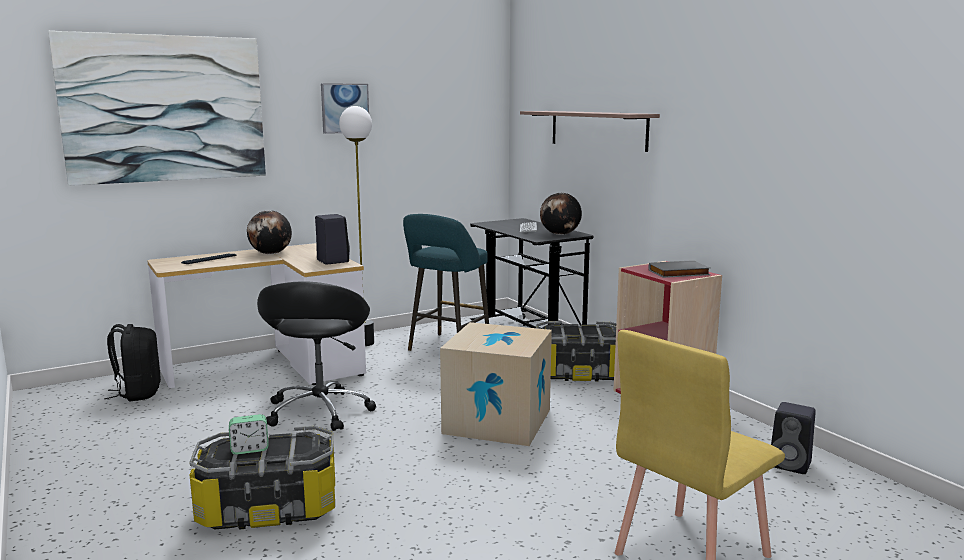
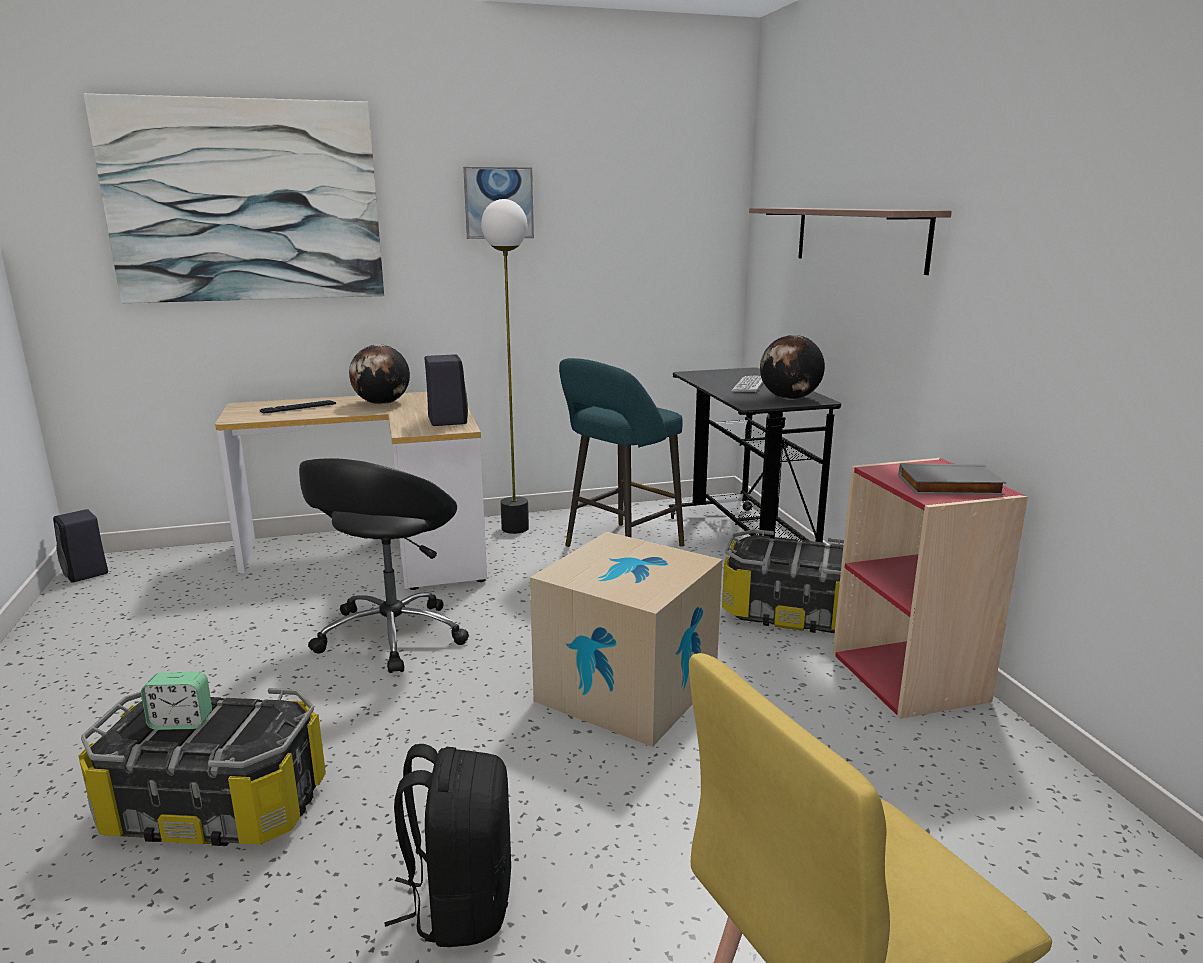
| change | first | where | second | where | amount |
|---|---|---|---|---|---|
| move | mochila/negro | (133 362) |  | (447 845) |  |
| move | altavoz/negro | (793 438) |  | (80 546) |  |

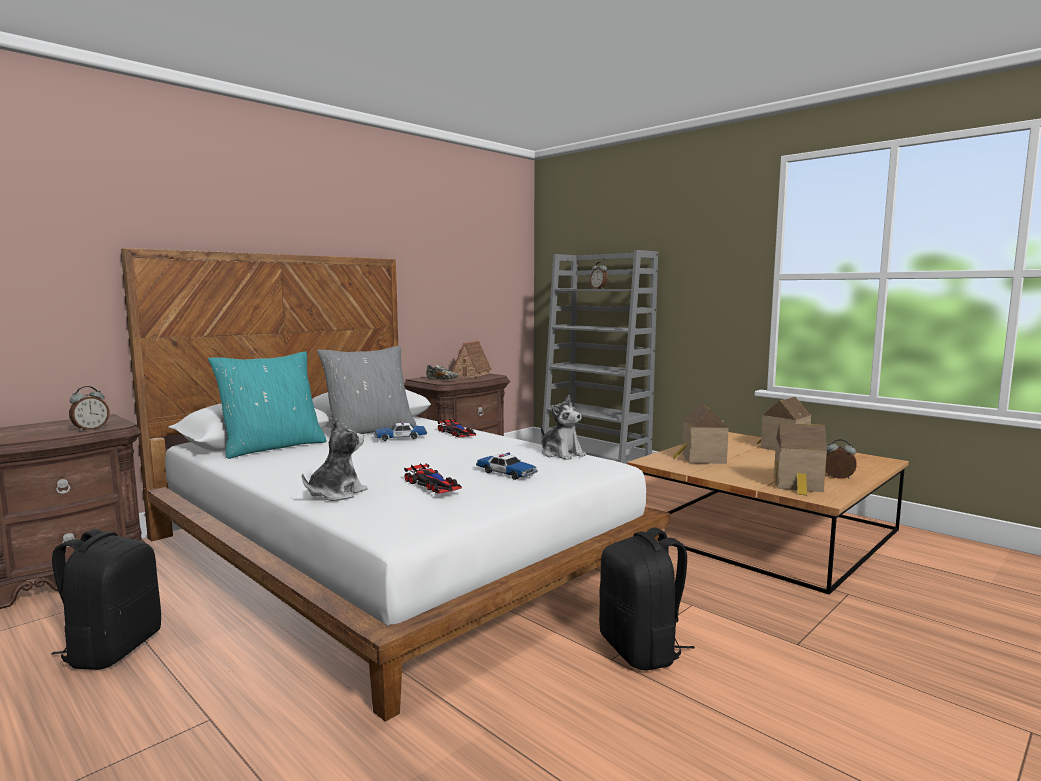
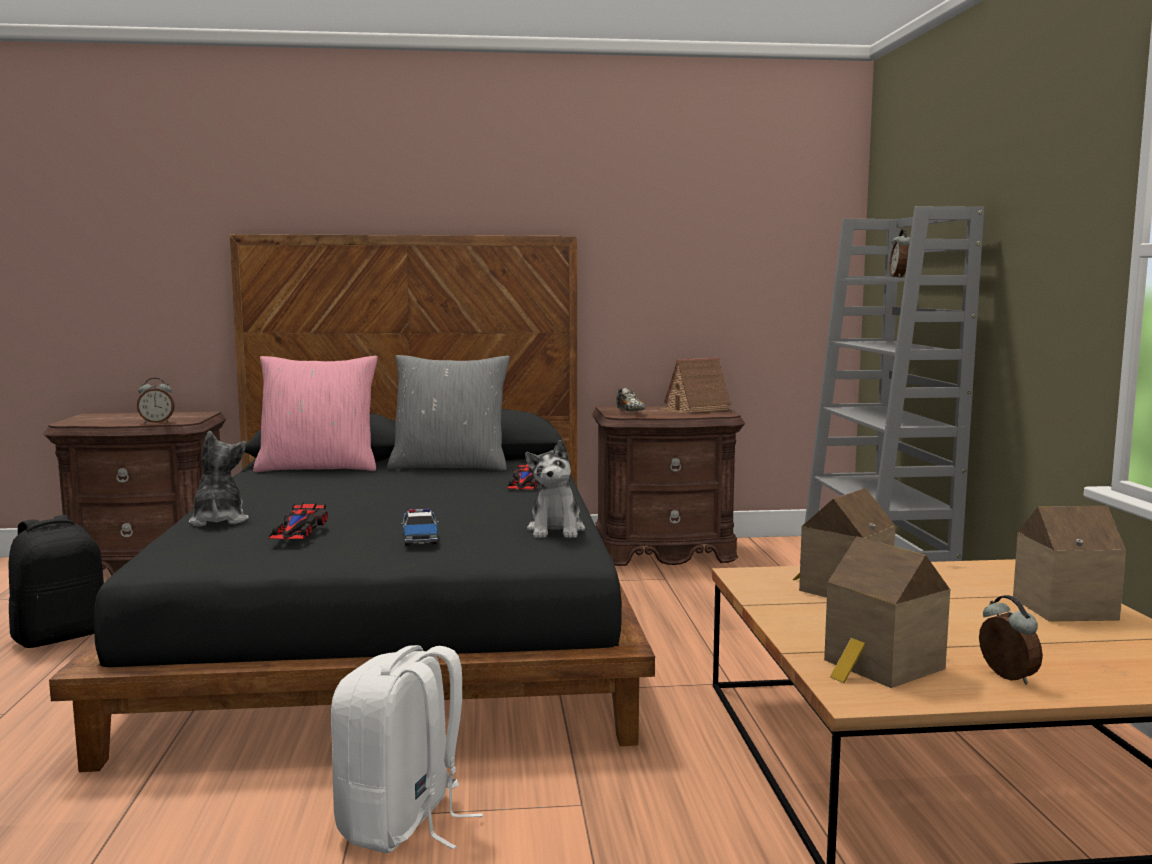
| change | first | where | second | where | amount |
|---|---|---|---|---|---|
| recolor | cama/blanco | (395 485) | cama/negro | (352 503) |  |
| recolor | cojín/turquesa | (267 405) | cojín/rosa | (315 414) |  |
| rotate | peluche | (335 459) |  | (219 479) | 90 degrees counterclockwise |
| delete | coche de juguete | (400 431) |  |  |  |
| recolor | mochila/negro | (647 599) | mochila/blanco | (407 749) |  |

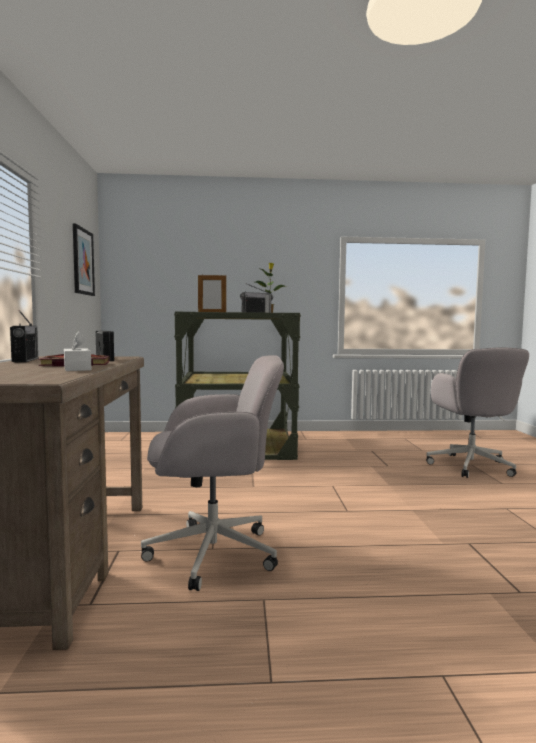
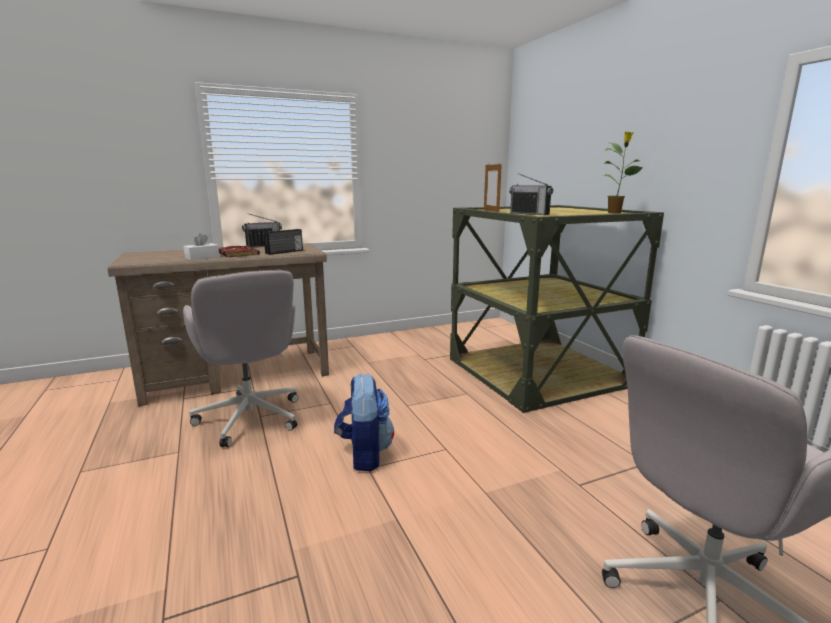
| change | first | where | second | where | amount |
|---|---|---|---|---|---|
| delete | cuadro | (84 259) |  |  |  |
| insert |  |  | mochila | (364 422) |  |

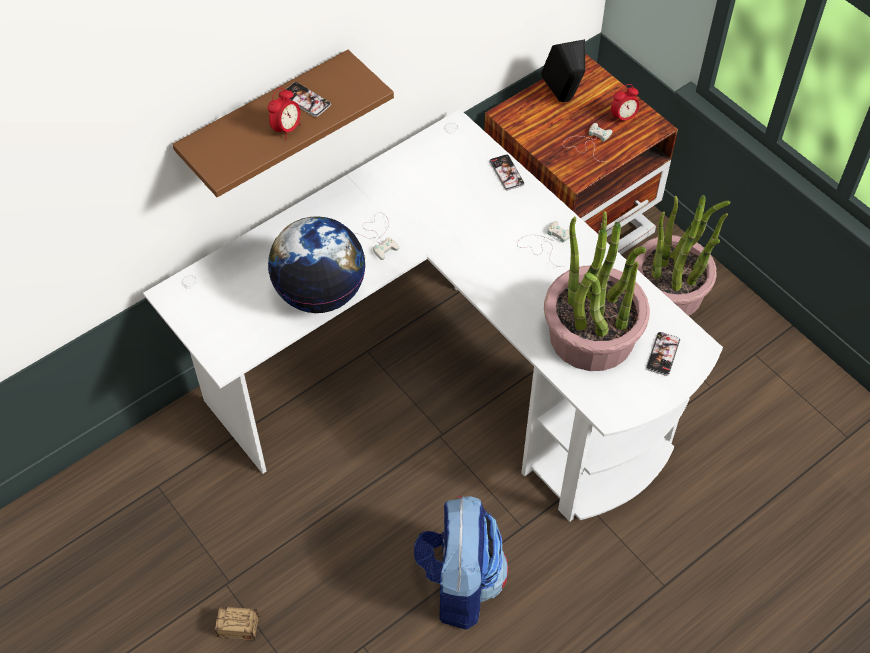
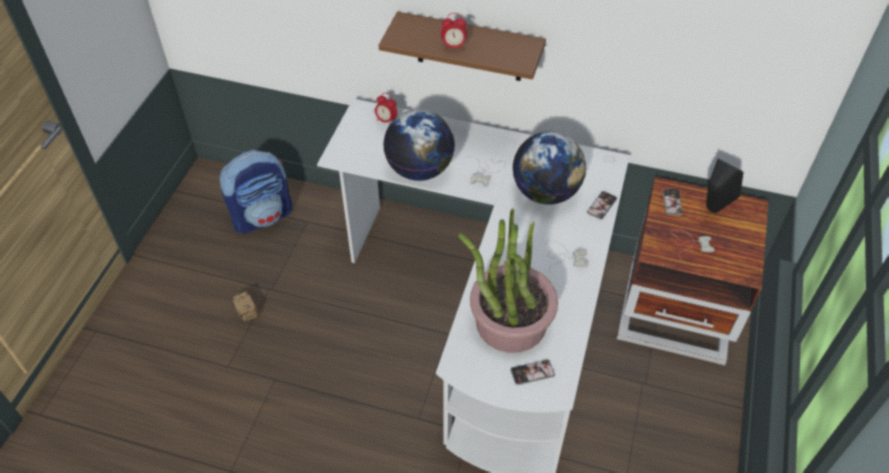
| change | first | where | second | where | amount |
|---|---|---|---|---|---|
| move | móvil | (308 99) |  | (672 202) |  |
| move | mochila | (461 563) |  | (256 191) |  |
| move | despertador | (625 104) |  | (386 109) |  |
| delete | planta en maceta | (682 255) |  |  |  |
| insert |  |  | globo terráqueo | (549 168) |  |

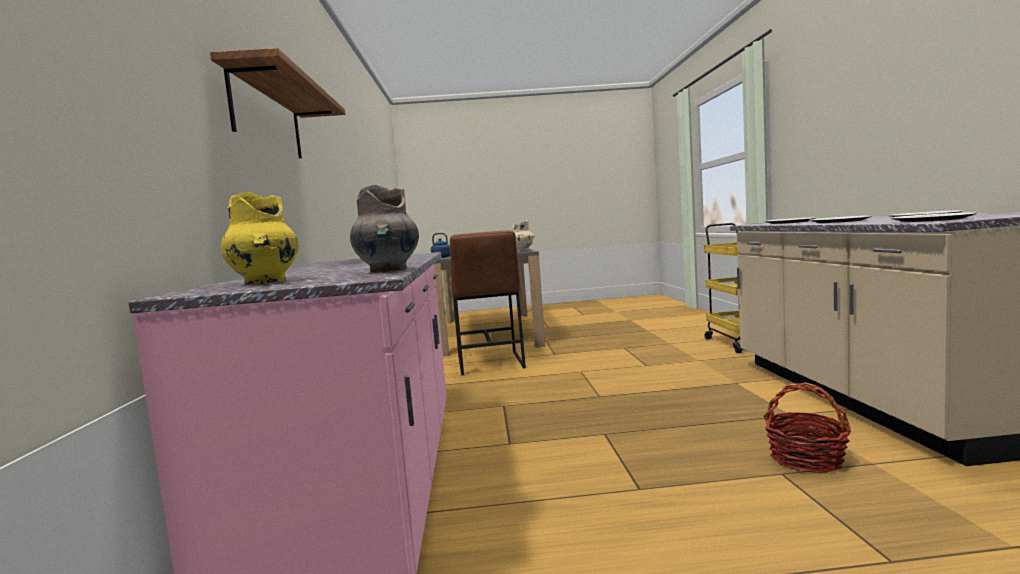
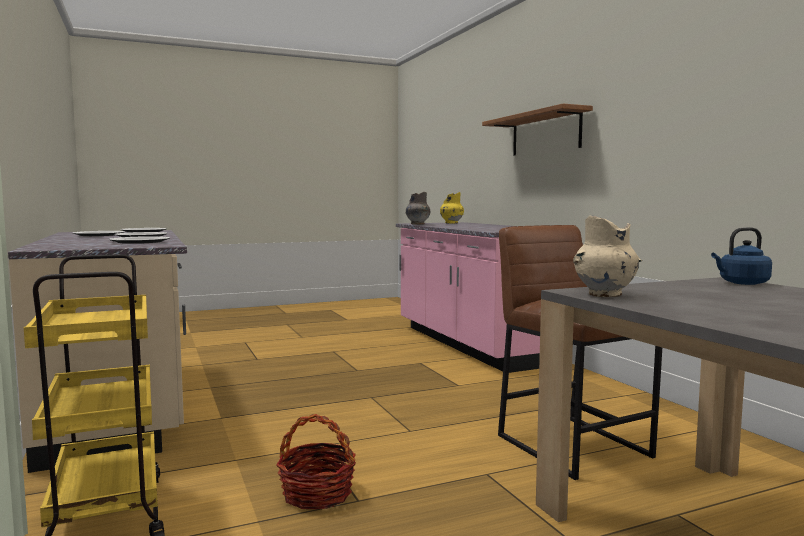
| change | first | where | second | where | amount |
|---|---|---|---|---|---|
| move | cesta | (807 427) |  | (316 461) |  |

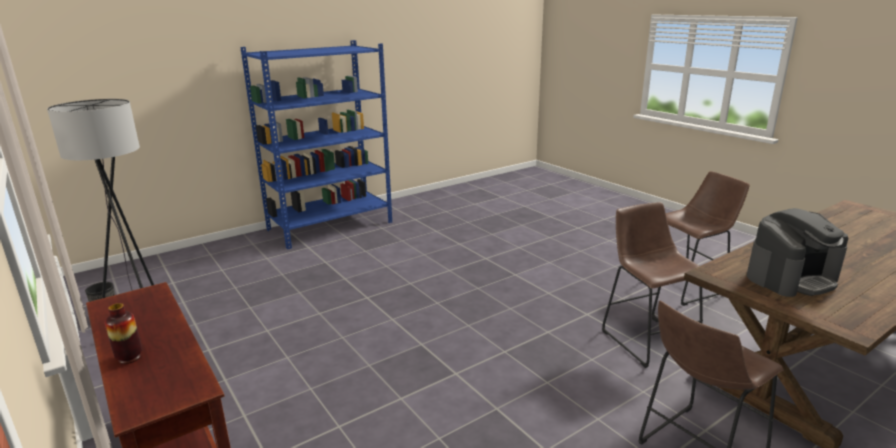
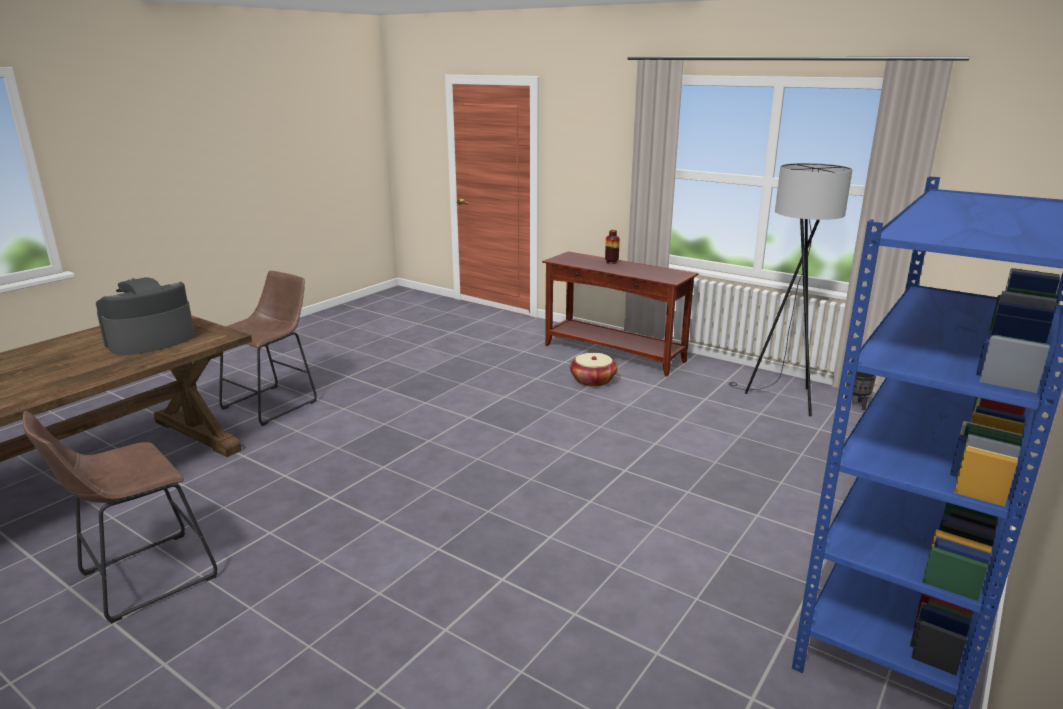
| change | first | where | second | where | amount |
|---|---|---|---|---|---|
| delete | taburete/marrón | (652 285) |  |  |  |
| insert |  |  | cesta | (593 370) |  |

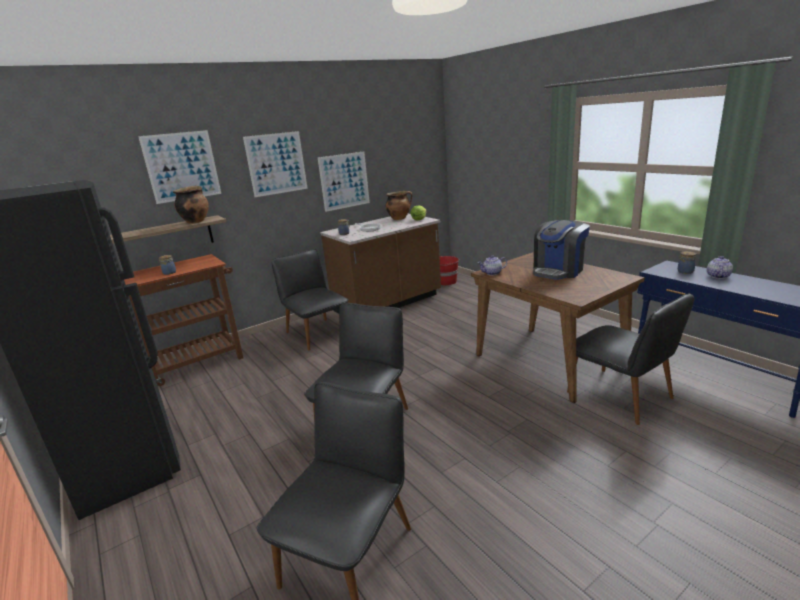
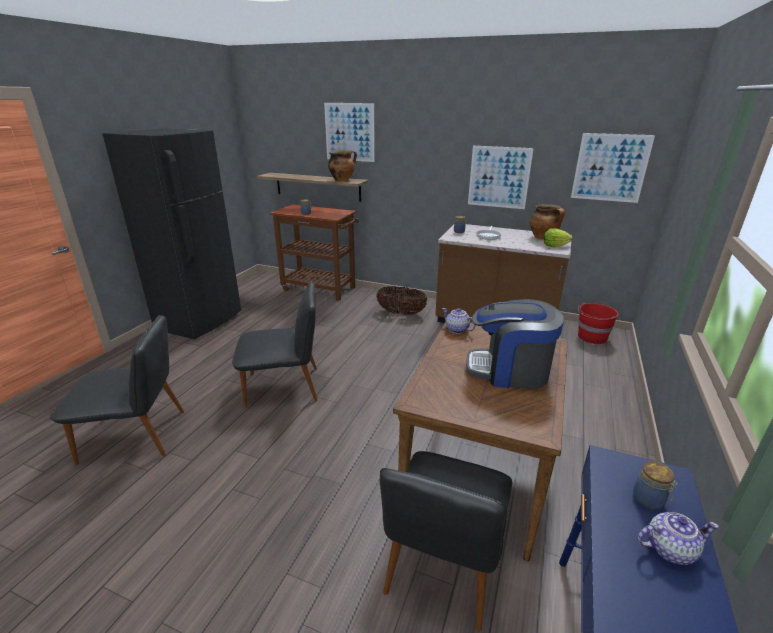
| change | first | where | second | where | amount |
|---|---|---|---|---|---|
| move | cuadro | (275 164) |  | (613 168) |  |
| replace | silla/negro | (310 299) | cesta | (402 300) |  |

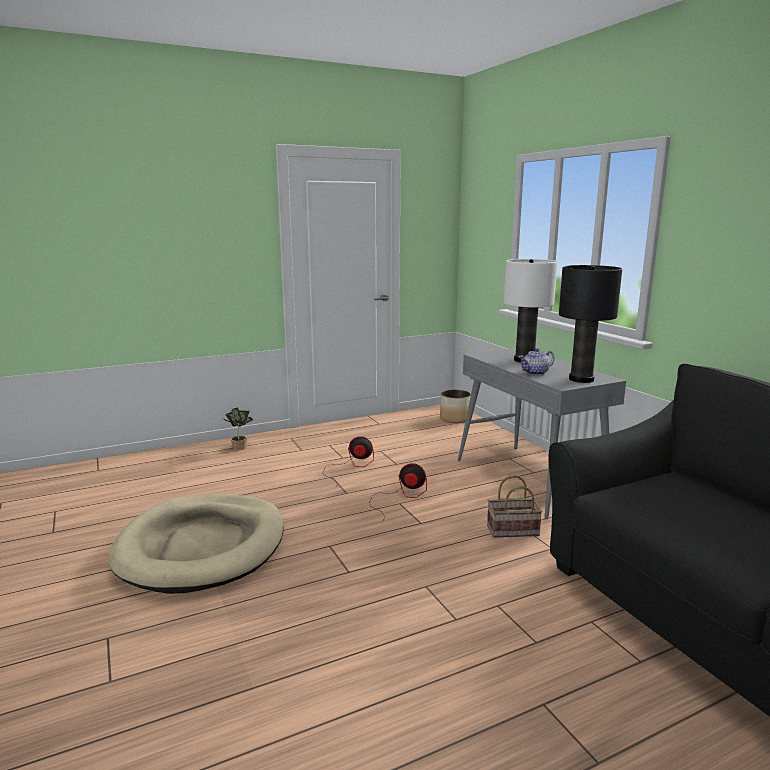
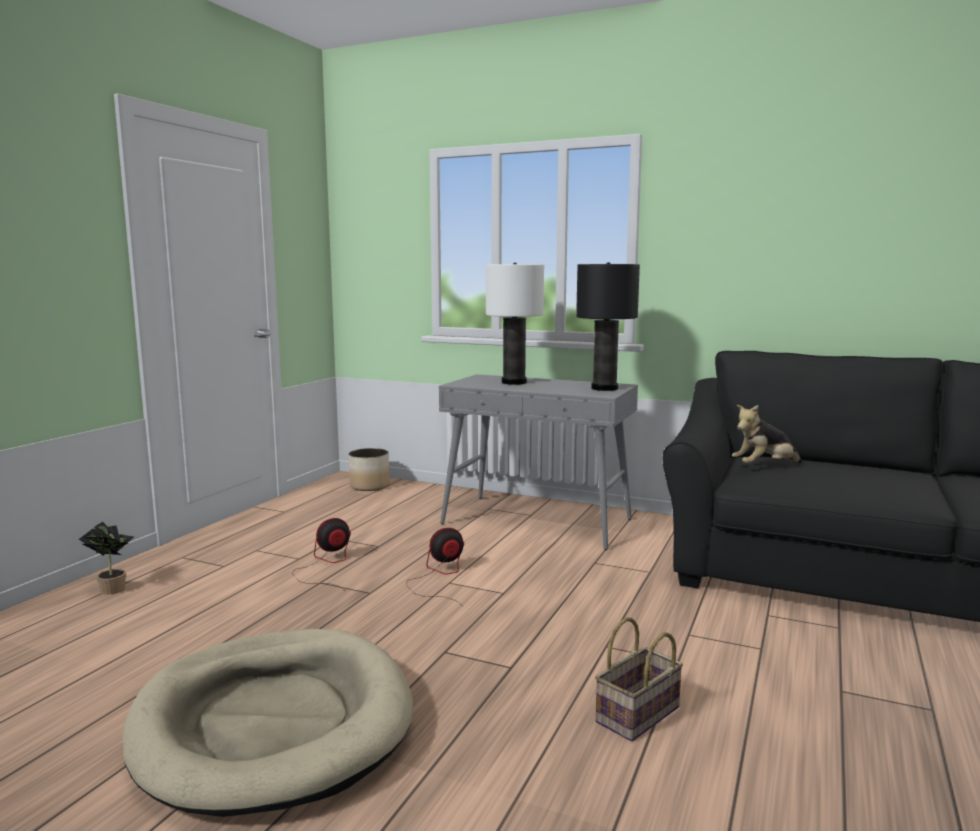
| change | first | where | second | where | amount |
|---|---|---|---|---|---|
| move | cesta | (514 506) |  | (639 679) |  |
| delete | tetera | (536 361) |  |  |  |
| insert |  |  | peluche | (767 434) |  |

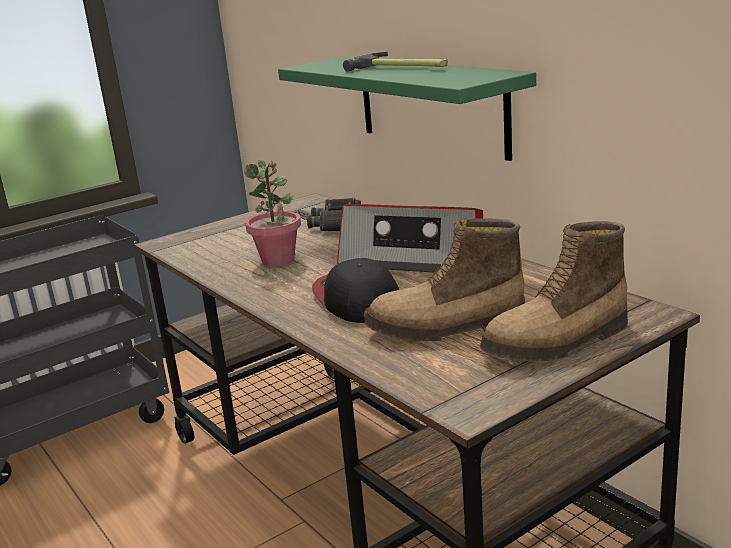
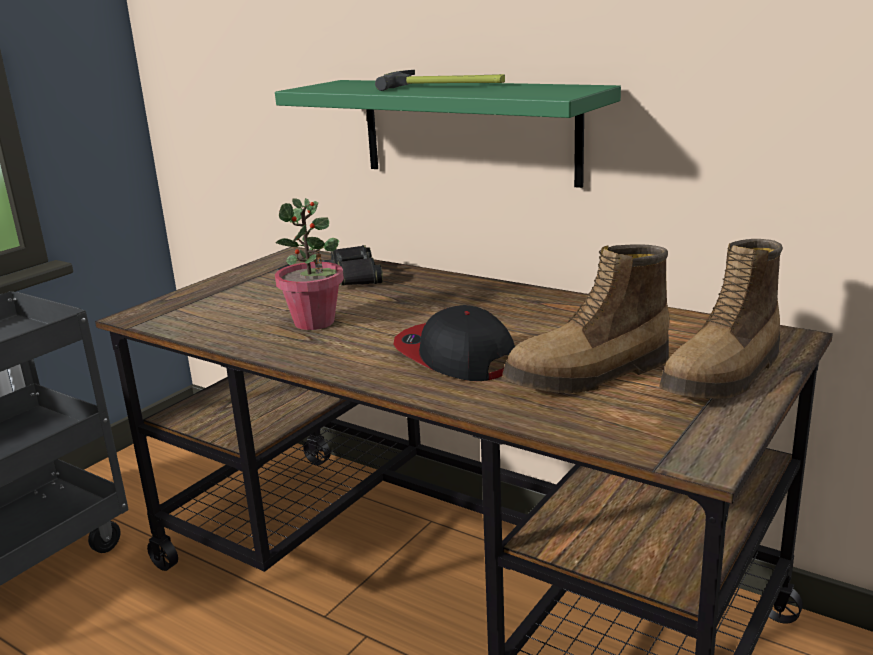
| change | first | where | second | where | amount |
|---|---|---|---|---|---|
| delete | radio | (410 238) |  |  |  |

